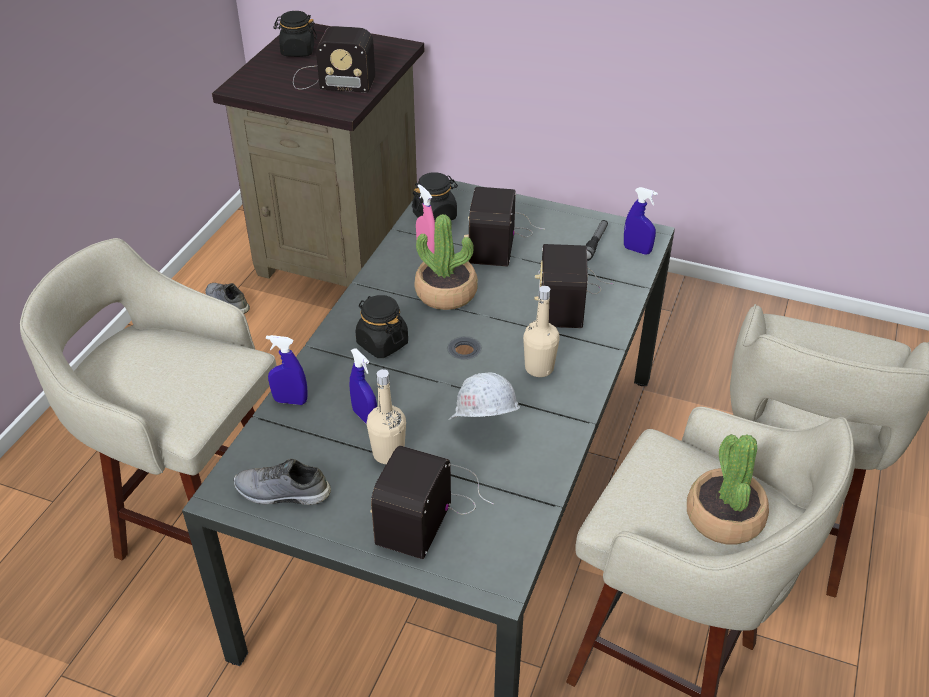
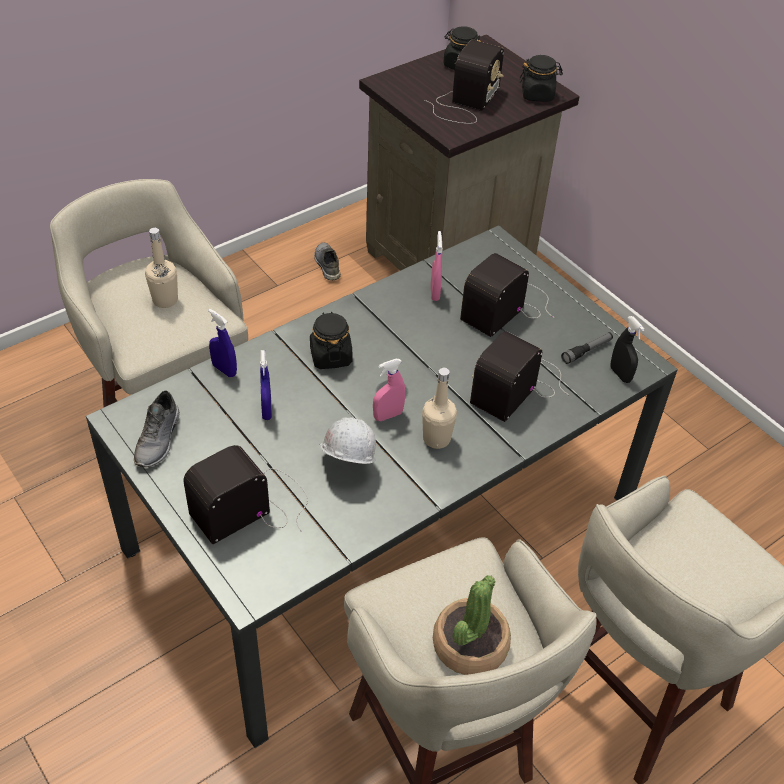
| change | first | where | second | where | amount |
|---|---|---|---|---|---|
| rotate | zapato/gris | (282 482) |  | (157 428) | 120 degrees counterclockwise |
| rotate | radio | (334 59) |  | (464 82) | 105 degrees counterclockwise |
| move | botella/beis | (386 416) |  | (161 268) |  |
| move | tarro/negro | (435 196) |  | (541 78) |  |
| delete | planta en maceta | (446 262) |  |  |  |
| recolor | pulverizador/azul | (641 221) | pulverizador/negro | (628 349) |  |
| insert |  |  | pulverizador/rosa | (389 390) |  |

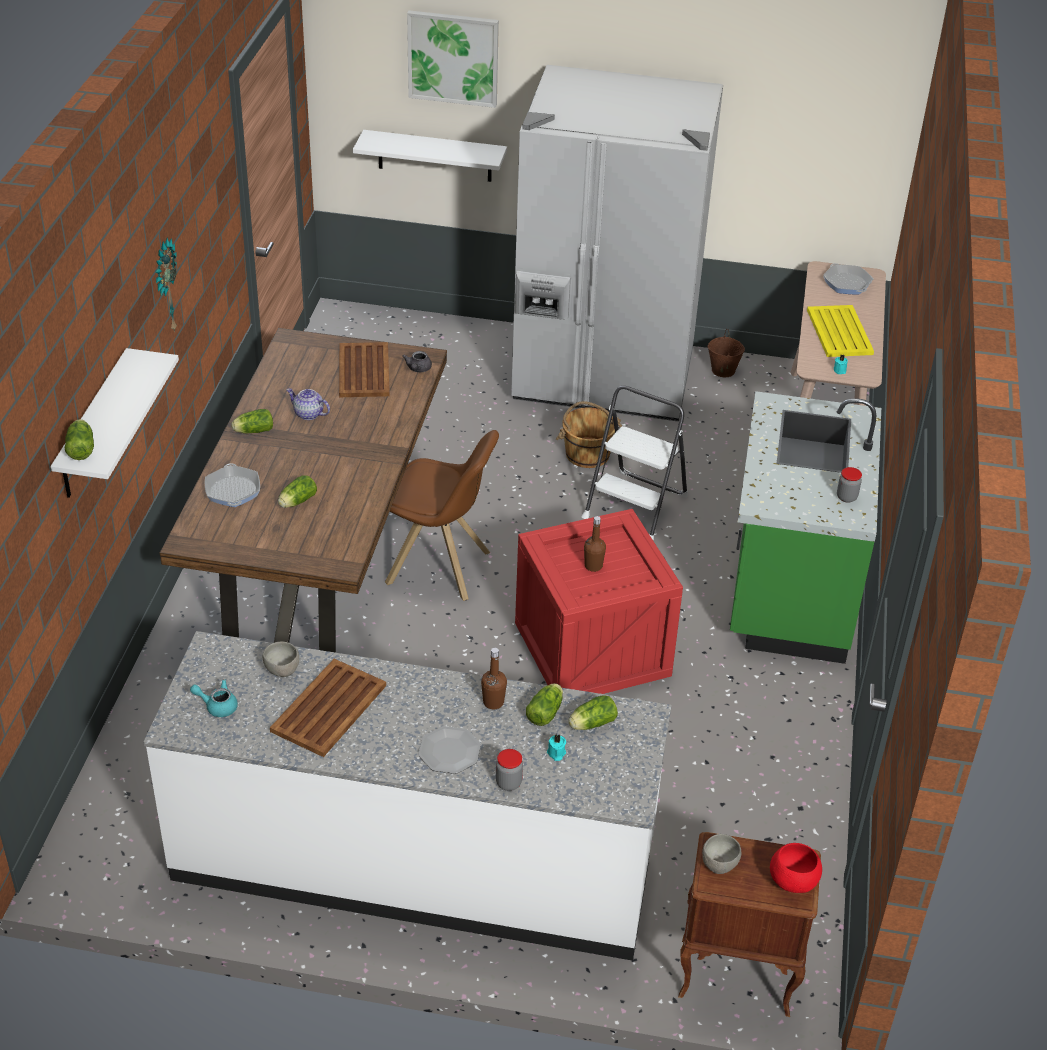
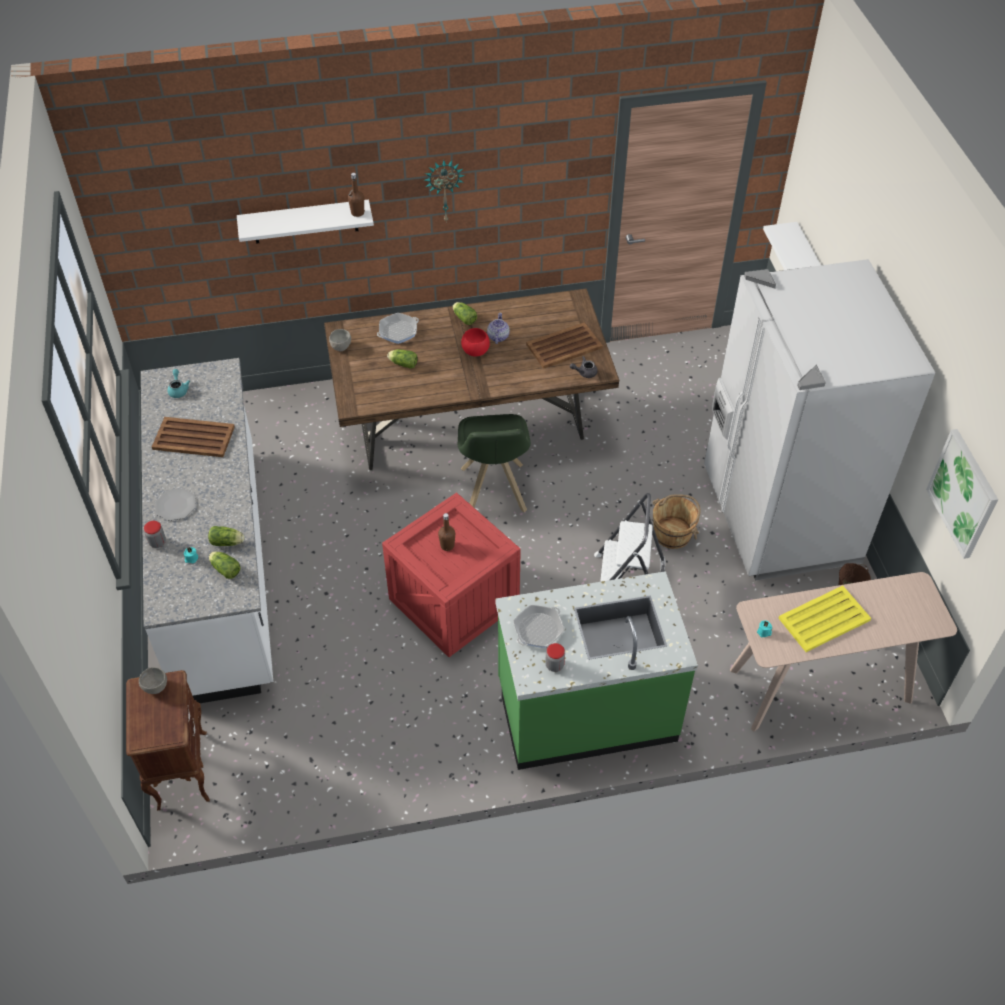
| change | first | where | second | where | amount |
|---|---|---|---|---|---|
| delete | lechuga | (79 439) |  |  |  |
| move | cuenco/gris | (281 659) |  | (340 340) |  |
| recolor | silla/marrón | (442 515) | silla/verde | (494 463) |  |
| move | cuadro | (453 59) |  | (962 494) |  |
| move | botella/marrón | (494 678) |  | (356 195) |  |
| move | cuenco/rojo | (796 868) |  | (475 342) |  |
| move | sartén | (848 278) |  | (539 626) |  |

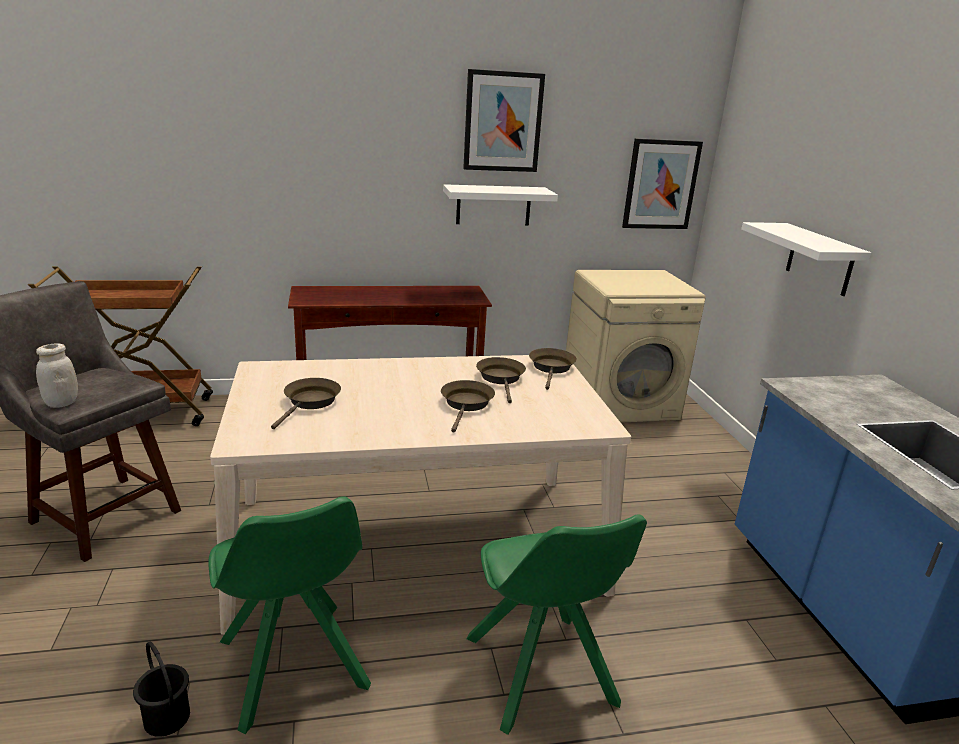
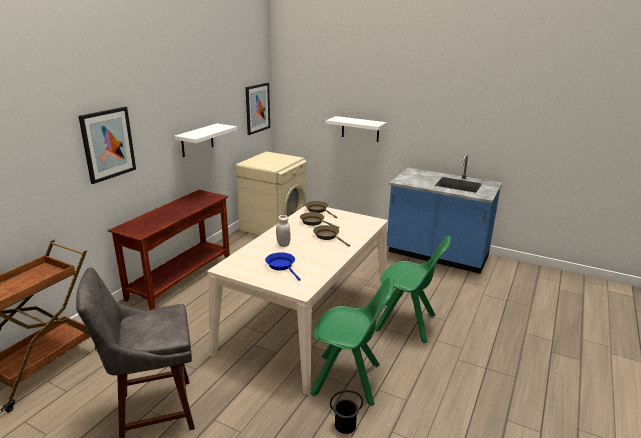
| change | first | where | second | where | amount |
|---|---|---|---|---|---|
| move | tarro/blanco | (57 375) |  | (283 231) |  |
| recolor | sartén/marrón | (306 403) | sartén/azul | (283 266) |  |
| move | cuadro | (504 120) |  | (107 145) |  |

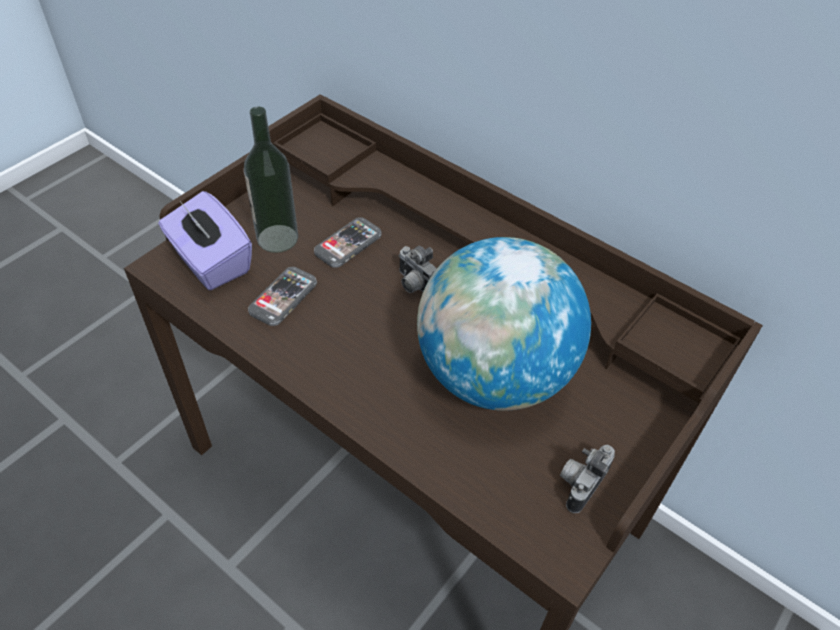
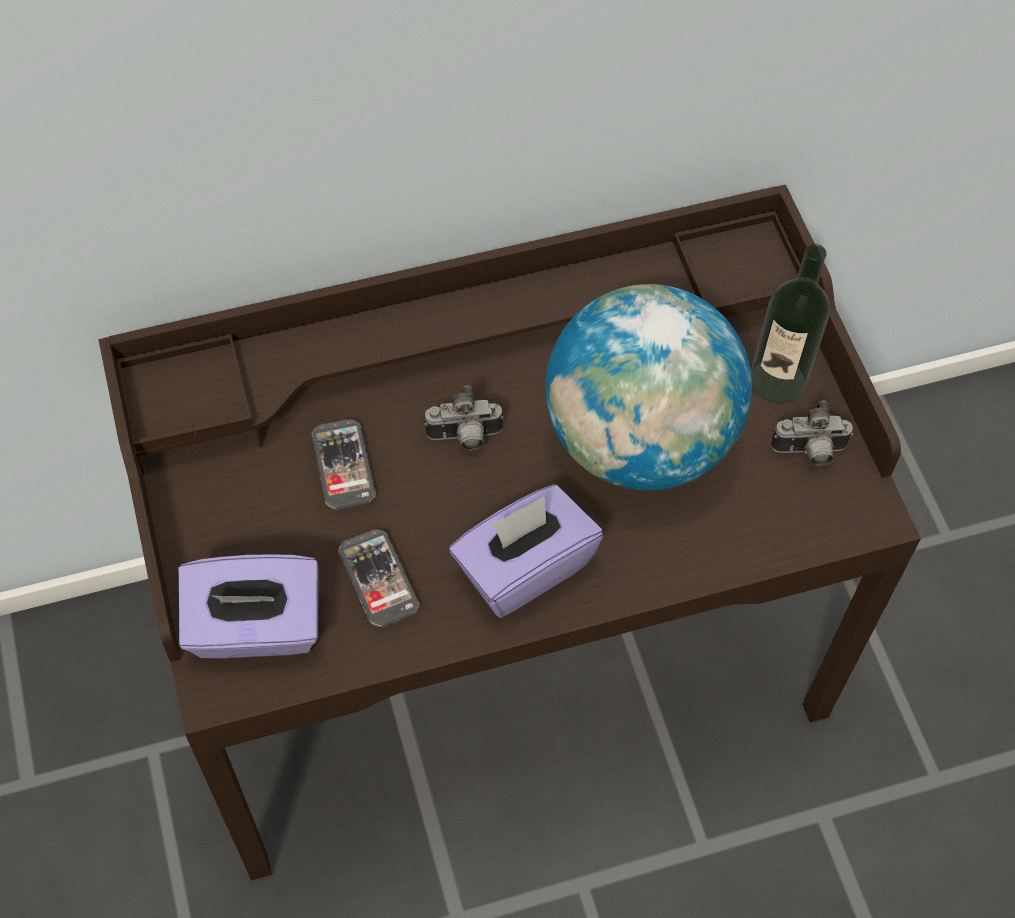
| change | first | where | second | where | amount |
|---|---|---|---|---|---|
| move | botella | (271 180) |  | (790 324) |  |
| rotate | cámara | (587 479) |  | (812 433) | 75 degrees counterclockwise |
| insert |  |  | caja de pañuelos/morado | (526 551) |  |

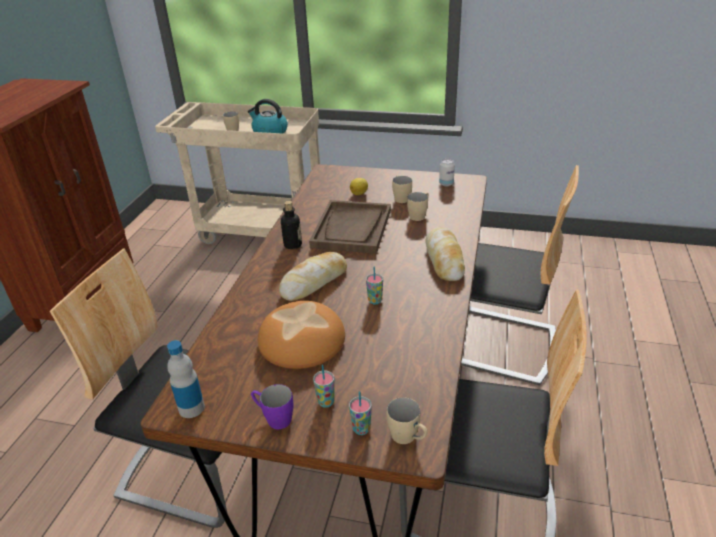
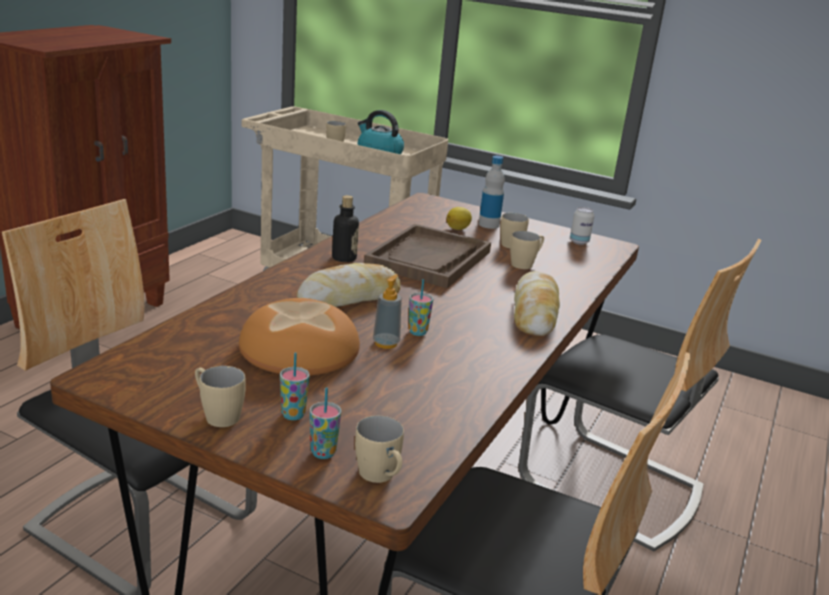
| change | first | where | second | where | amount |
|---|---|---|---|---|---|
| move | botella | (186 379) |  | (492 192) |  |
| recolor | taza grande/morado | (272 406) | taza grande/beis | (220 396) |  |
| insert |  |  | dispensador de jabón | (387 311) |  |

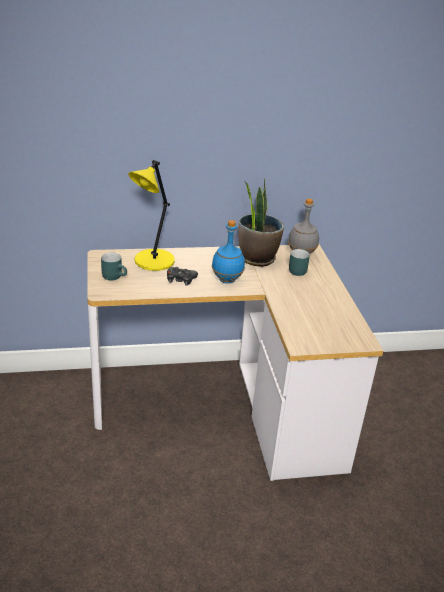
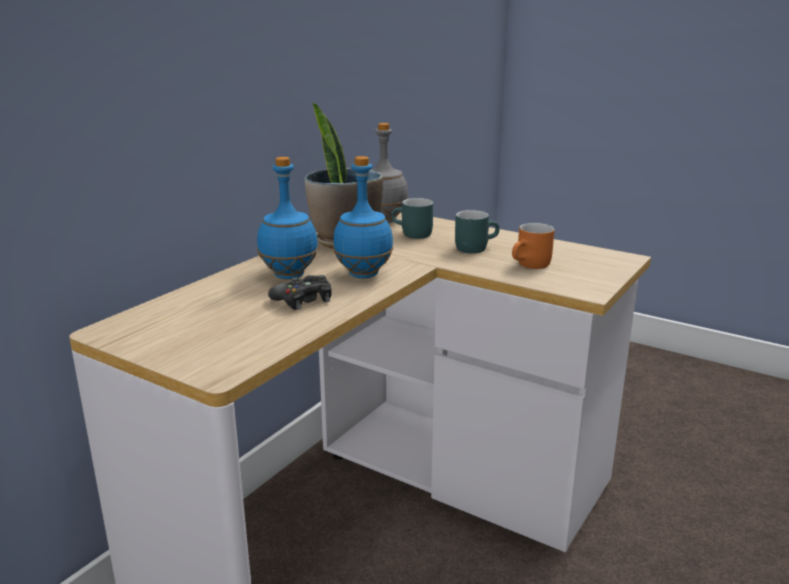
| change | first | where | second | where | amount |
|---|---|---|---|---|---|
| move | taza grande/turquesa | (114 267) |  | (477 231) |  |
| delete | lámpara de mesa/amarillo | (151 215) |  |  |  |
| insert |  |  | botella/azul | (287 218) |  |
| insert |  |  | taza grande/naranja | (533 246) |  |

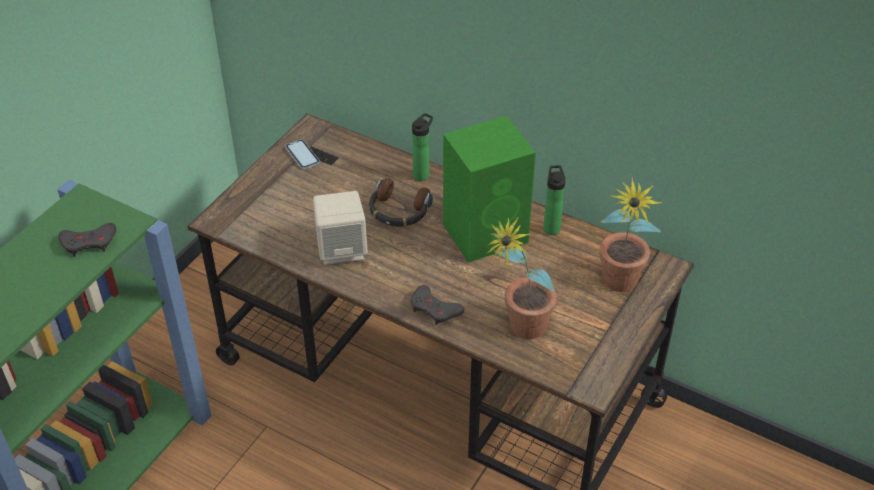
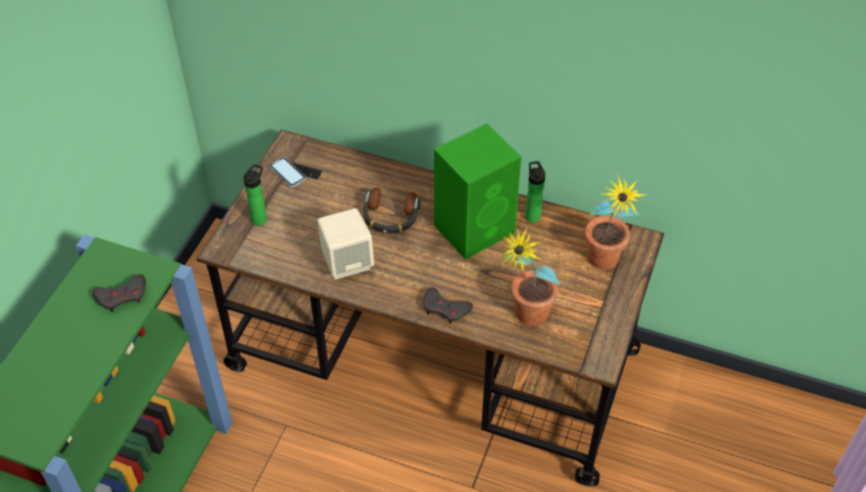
| change | first | where | second | where | amount |
|---|---|---|---|---|---|
| move | botella | (422 147) |  | (255 195) |  |

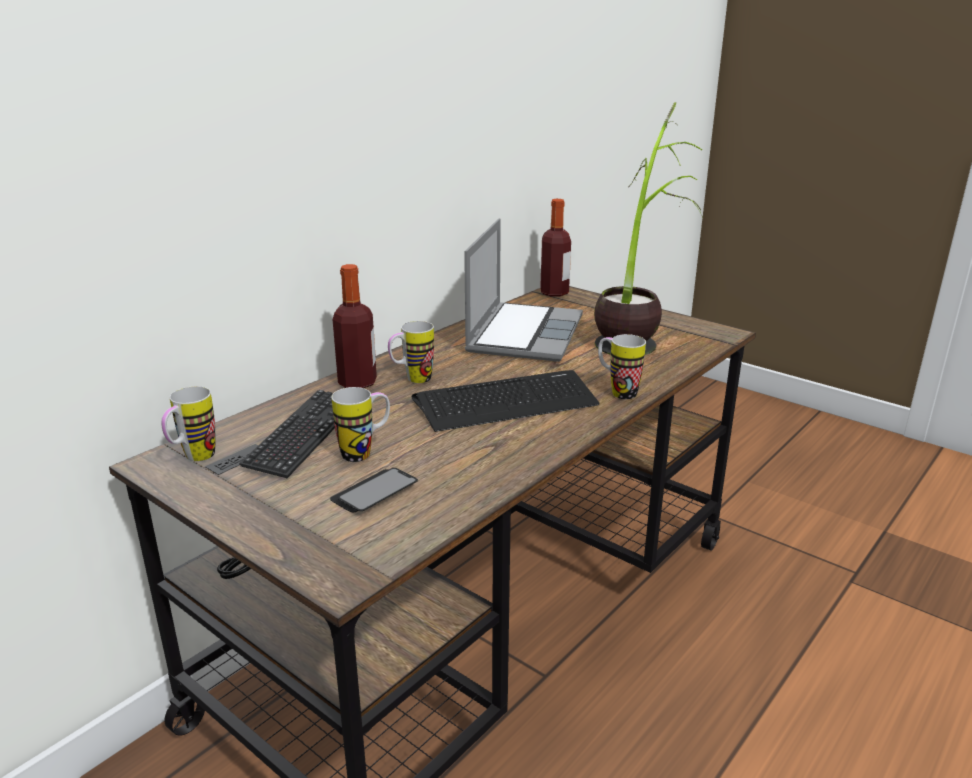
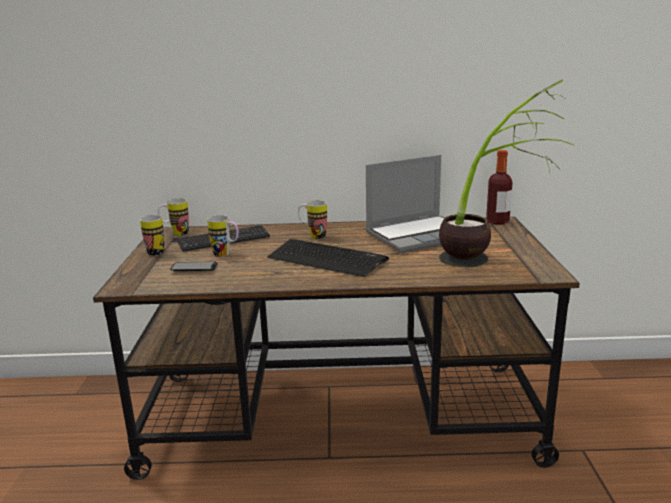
| change | first | where | second | where | amount |
|---|---|---|---|---|---|
| delete | botella | (354 326) |  |  |  |
| move | taza grande | (622 366) |  | (152 235) |  |

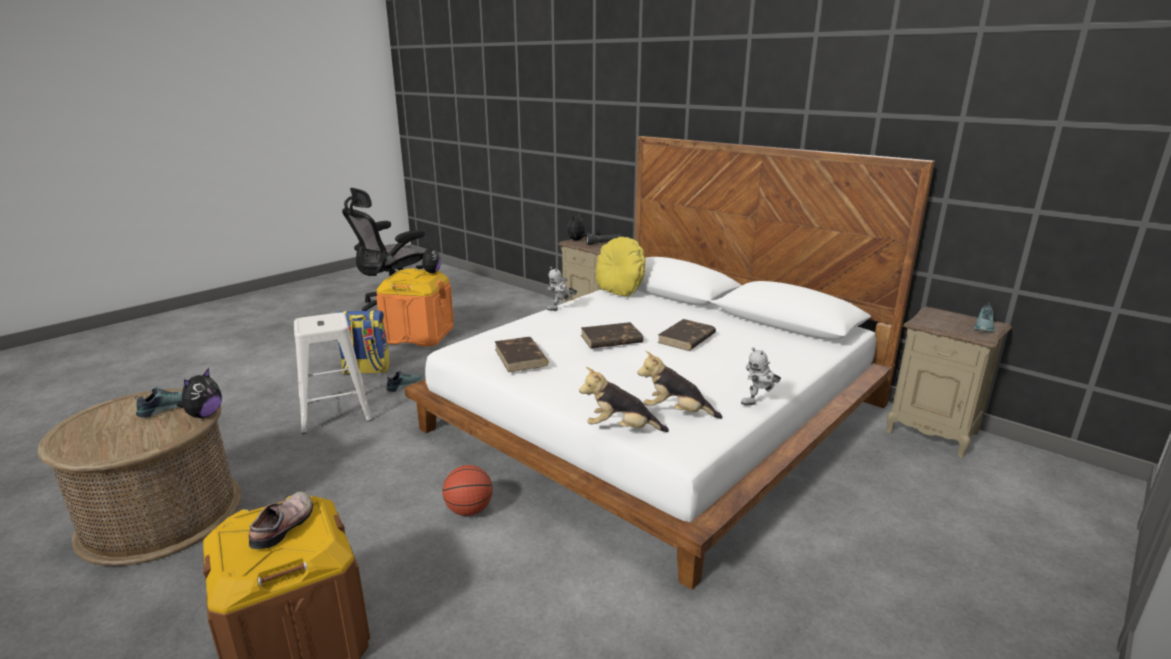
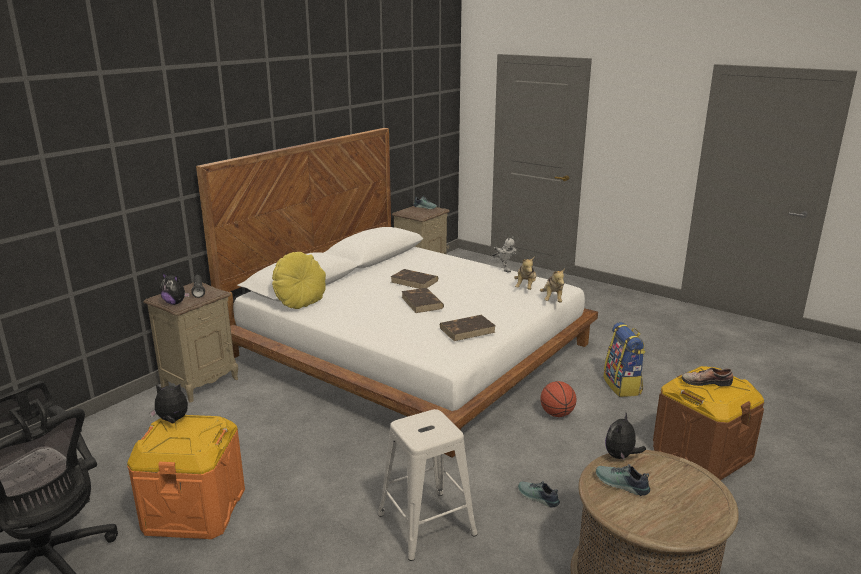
| change | first | where | second | where | amount |
|---|---|---|---|---|---|
| rotate | peluche | (199 393) |  | (625 437) | 75 degrees counterclockwise |
| move | mochila | (363 342) |  | (624 359) |  |
| move | zapato | (404 381) |  | (539 494) |  |
| delete | robot de juguete | (562 289) |  |  |  |

